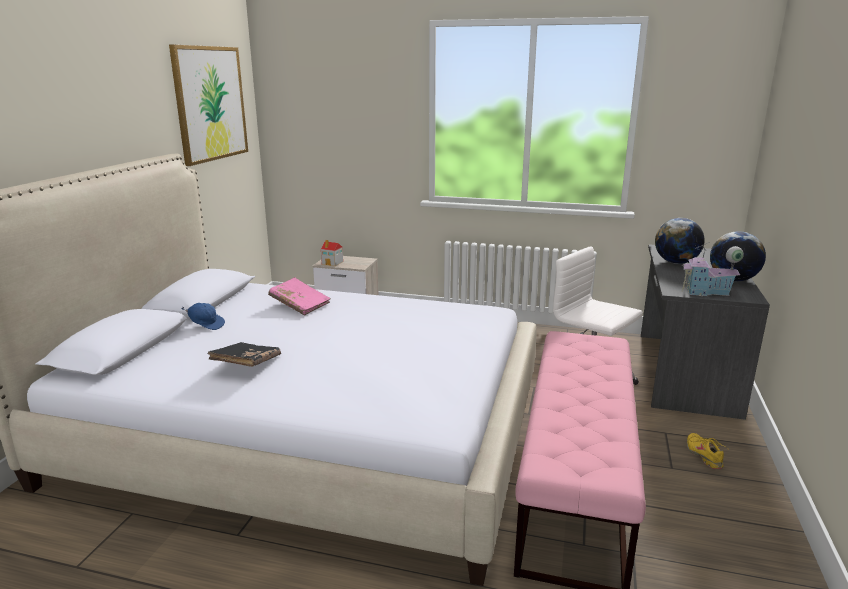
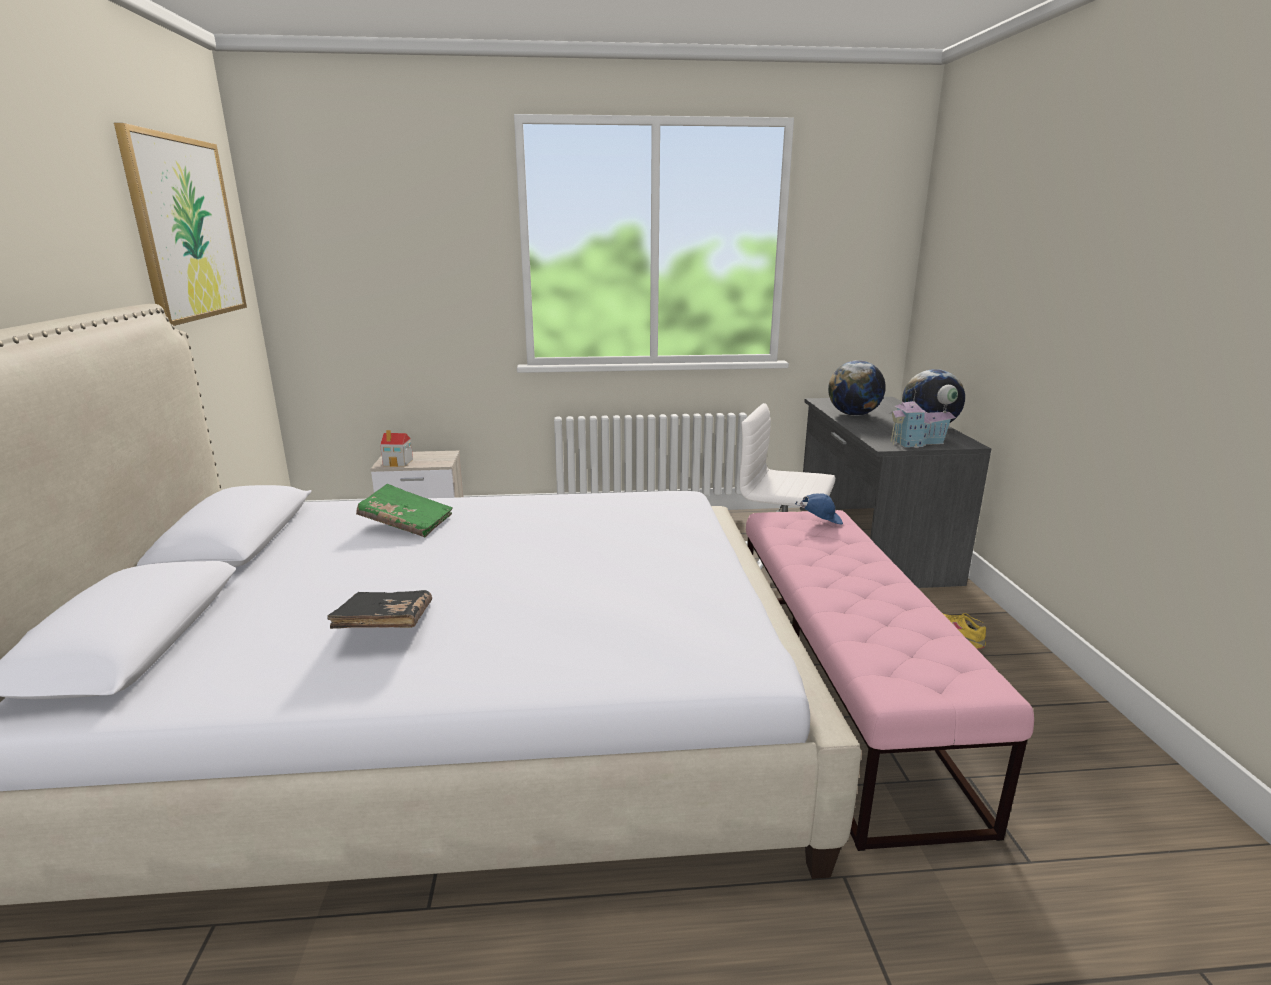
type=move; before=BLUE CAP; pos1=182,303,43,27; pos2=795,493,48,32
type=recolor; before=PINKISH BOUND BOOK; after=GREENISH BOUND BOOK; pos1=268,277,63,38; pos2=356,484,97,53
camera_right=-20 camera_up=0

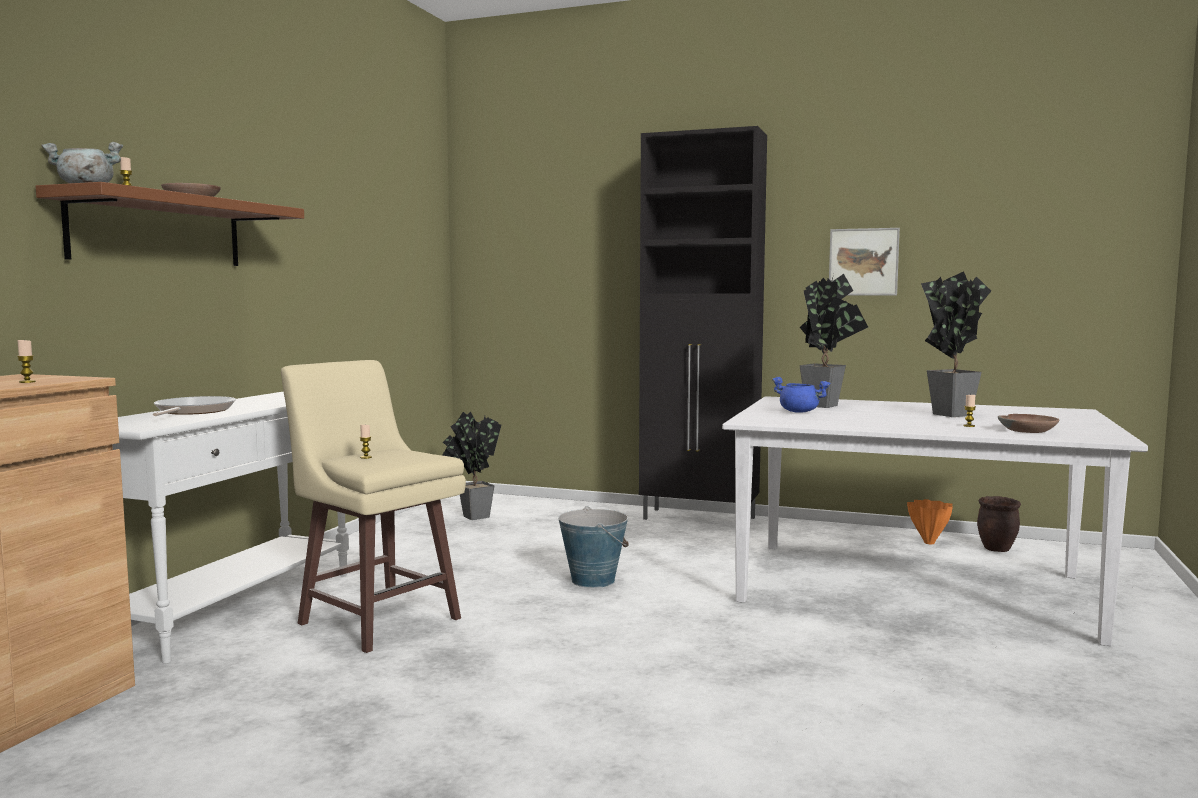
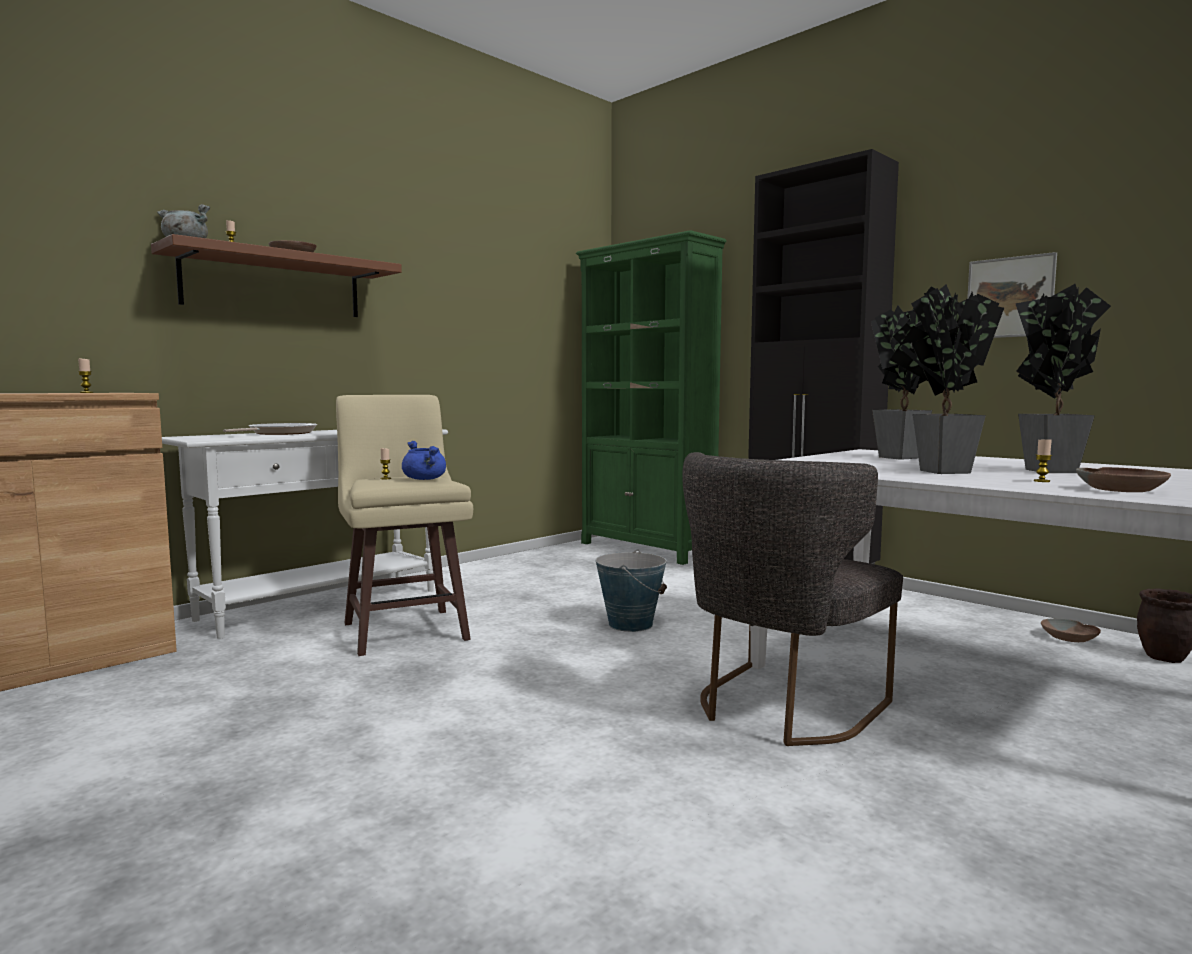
type=move; before=HOUSEPLANT; pos1=443,411,58,109; pos2=890,284,114,190
type=move; before=BLUE COOKING POT; pos1=772,377,58,36; pos2=402,441,44,39
type=replace; before=ORANGEY FLOWER VASE; after=BROWN DEEP DISH; pos1=907,499,46,45; pos2=1041,618,60,24
type=insert; after=GREENISH BOOKSHELF; pos2=576,230,150,335
type=insert; after=GRAY CHAIR; pos2=682,452,221,294
camera_right=25 camera_up=0

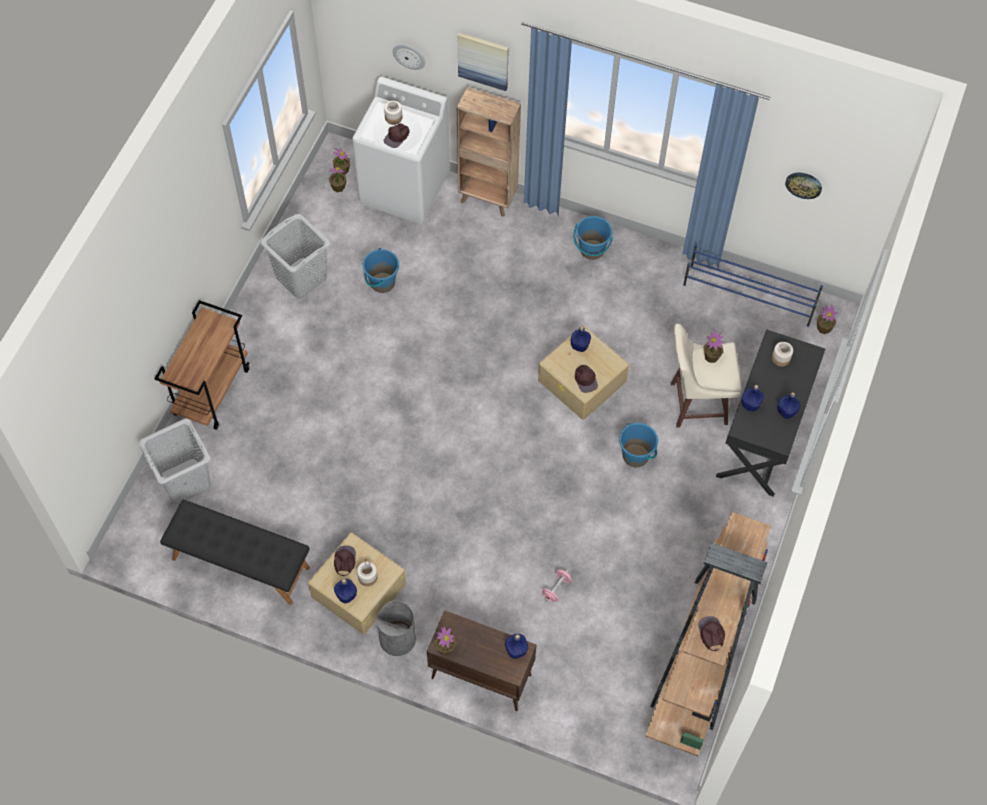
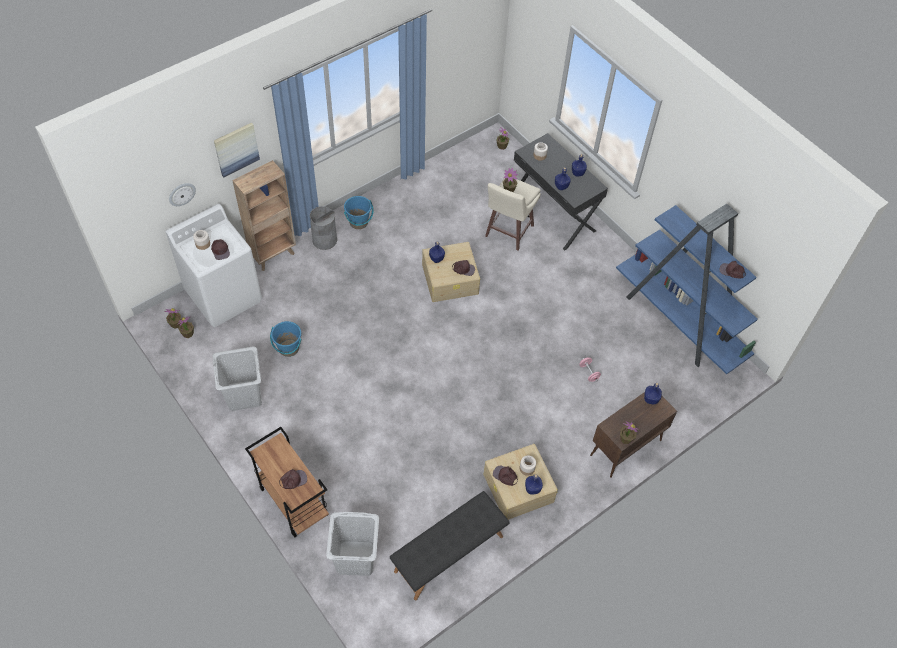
type=move; before=GRAY WASTE BIN; pos1=375,601,41,55; pos2=310,206,27,44
type=delete; before=BLUE WATER BUCKET; pos1=619,423,39,44
type=recolor; before=BROWN BOOKSHELF; after=BLUE BOOKSHELF; pos1=645,512,126,245; pos2=616,203,142,171
type=delete; before=BLUE SHOE STAND; pos1=683,244,140,83
type=delete; before=CLOCK ON THE WALL; pos1=785,173,37,26
type=insert; after=BROWN CAP; pos2=279,469,28,20
camera_right=-60 camera_up=-5

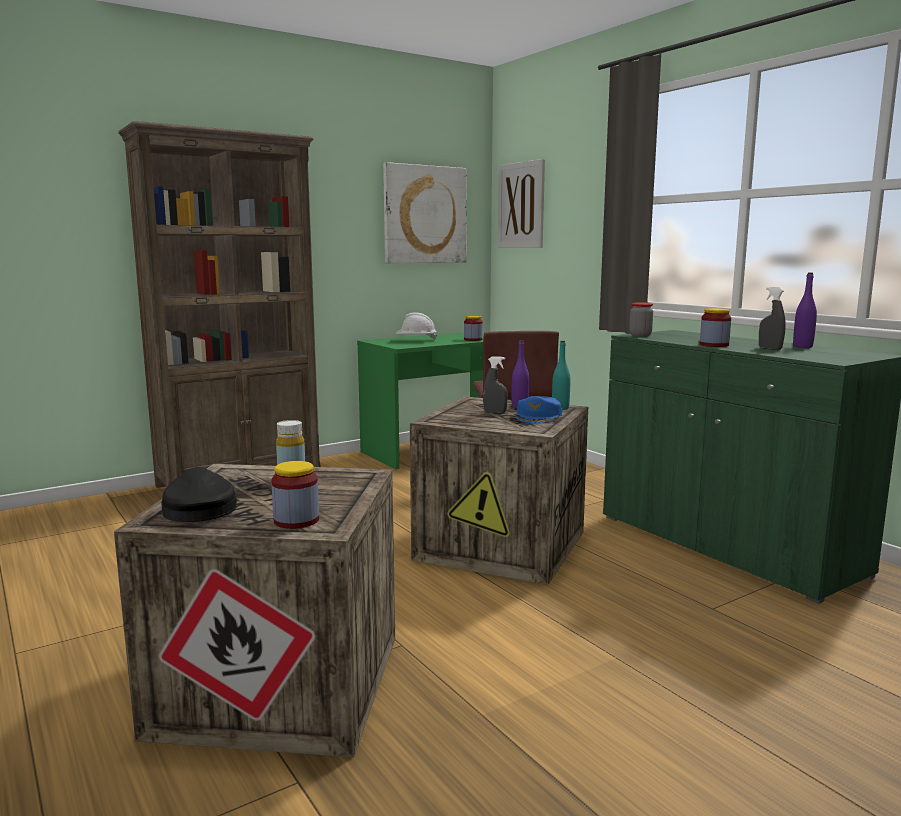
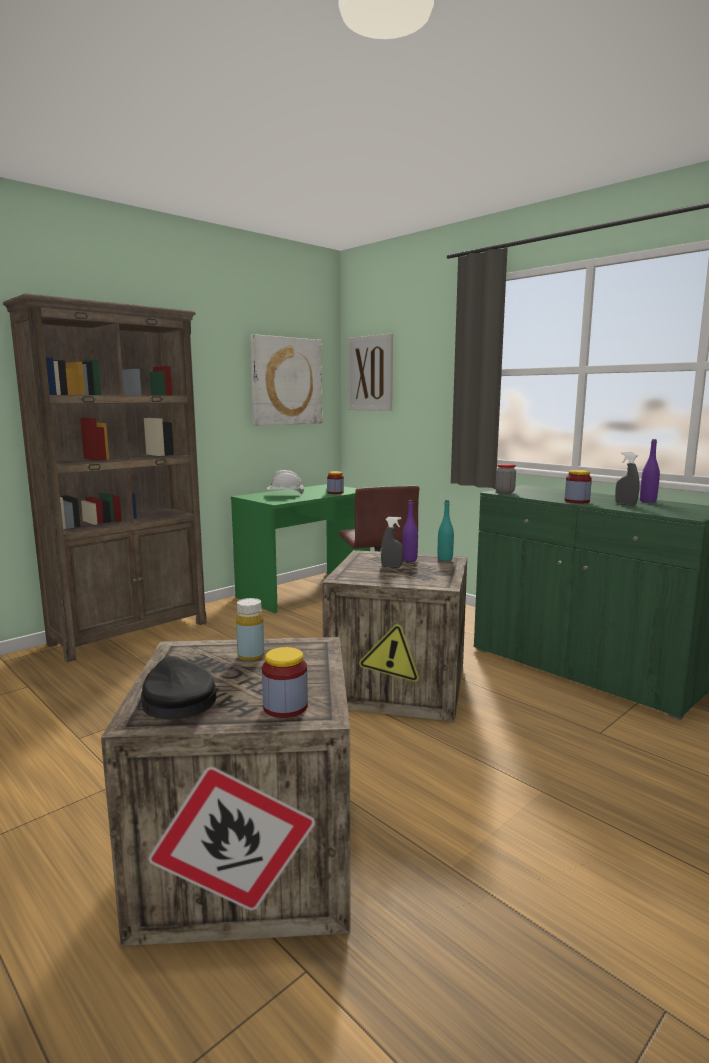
type=delete; before=BLUE CAP; pos1=516,396,46,28
camera_right=-10 camera_up=0

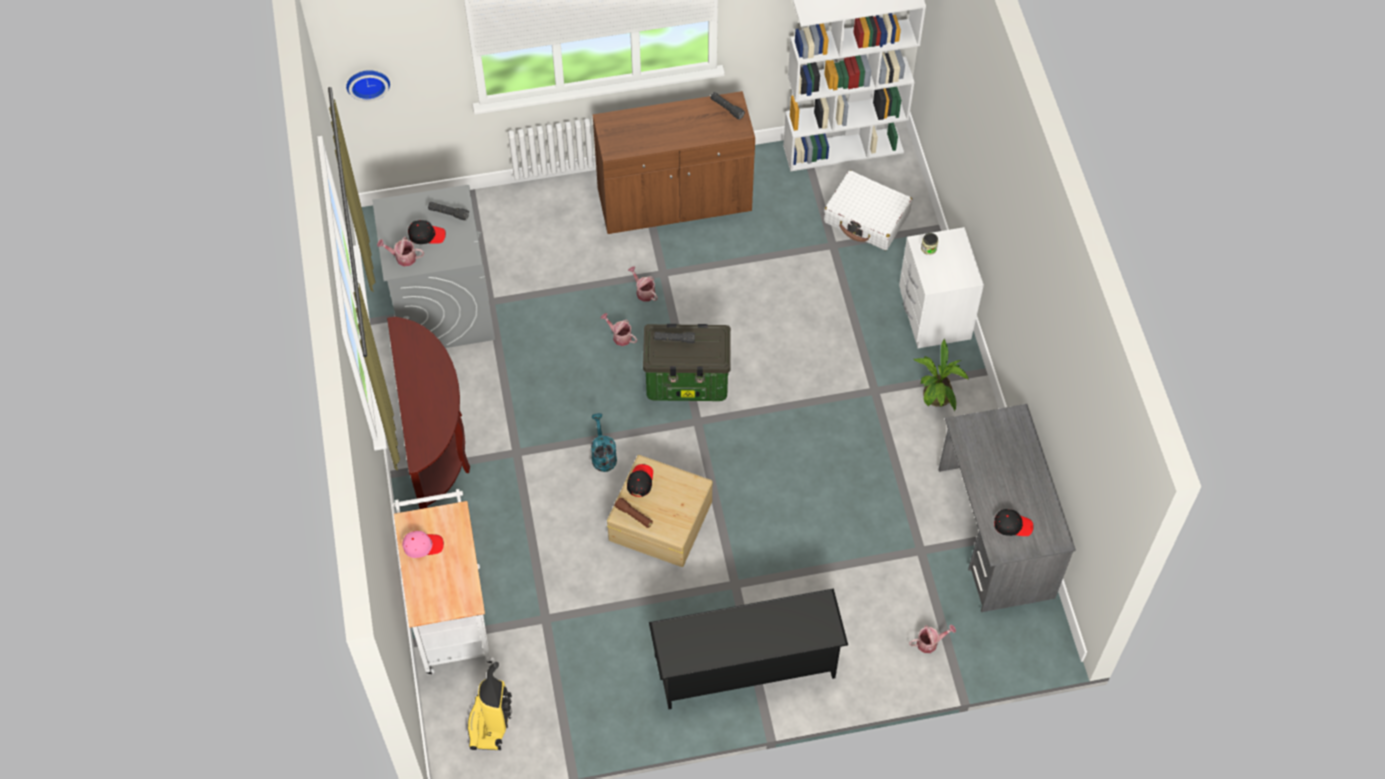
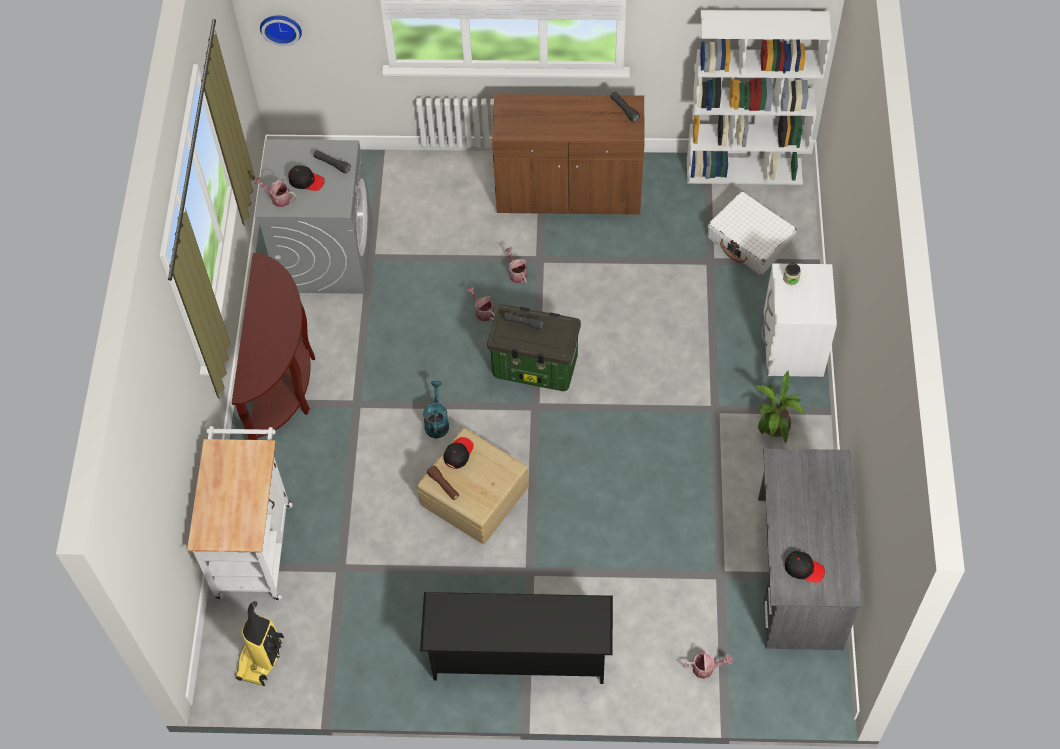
type=delete; before=PINKISH CAP; pos1=402,531,42,27
camera_right=15 camera_up=0

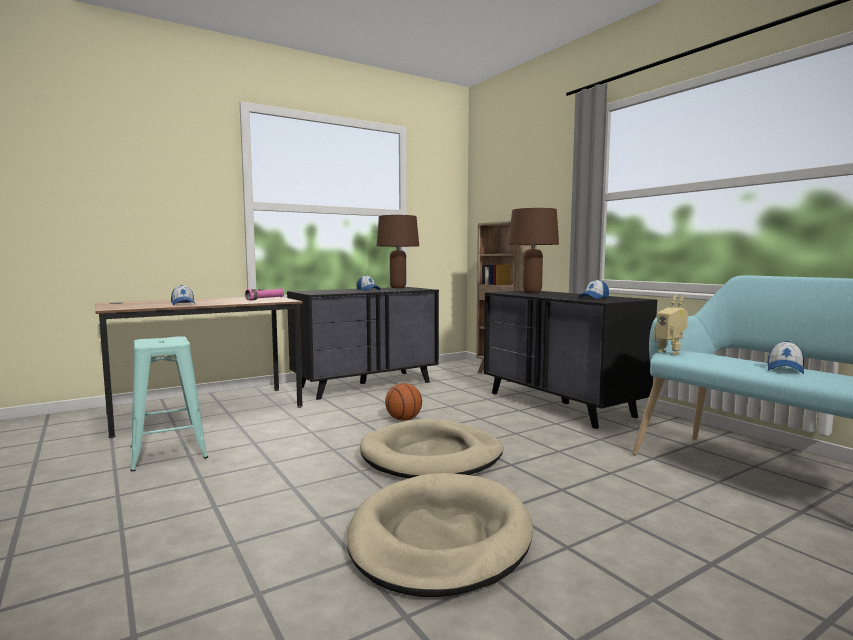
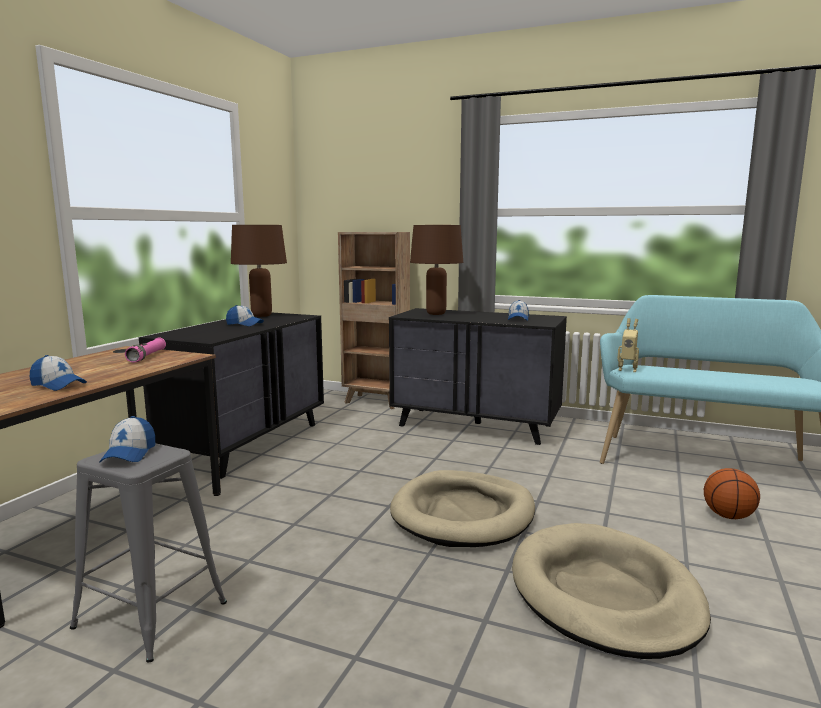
type=recolor; before=TURQUOISE STOOL SEAT; after=GRAY STOOL SEAT; pos1=130,336,78,135; pos2=70,443,157,219
type=move; before=BALL FOR BASKETBALL; pos1=385,383,37,38; pos2=704,468,56,51
type=move; before=CAP; pos1=767,341,37,33; pos2=99,416,56,46
camera_right=-35 camera_up=5

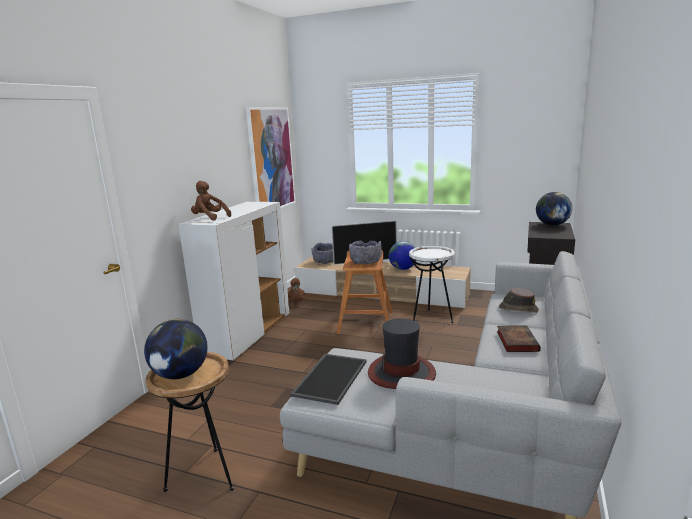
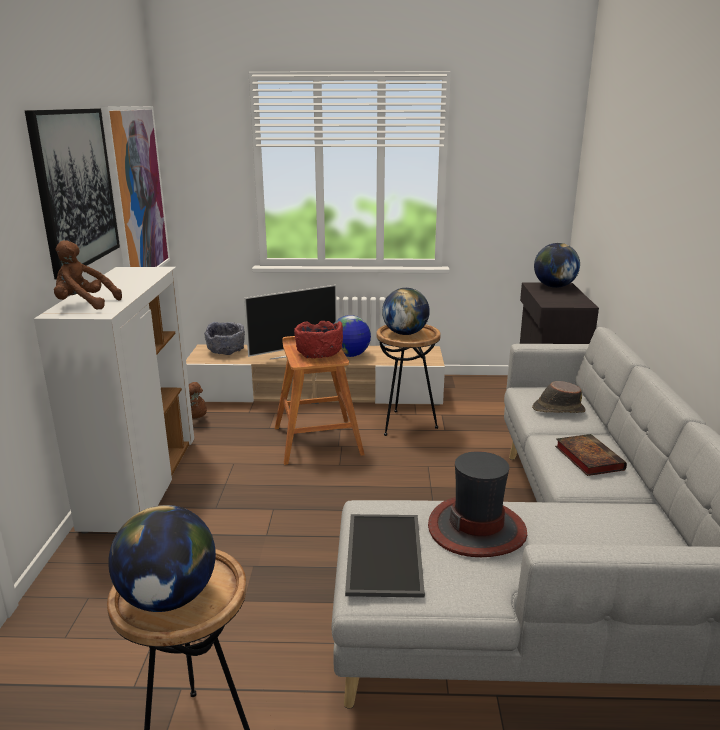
type=recolor; before=GRAY DEEP DISH; after=REDDISH DEEP DISH; pos1=349,241,33,23; pos2=294,321,49,37
type=recolor; before=WHITE-COLOURED ACCENT TABLE; after=BROWN ACCENT TABLE; pos1=409,246,46,77; pos2=377,324,64,112
type=insert; after=PICTURE; pos2=25,109,95,171
type=insert; after=WORLD GLOBE; pos2=382,288,48,47
camera_right=-20 camera_up=5

